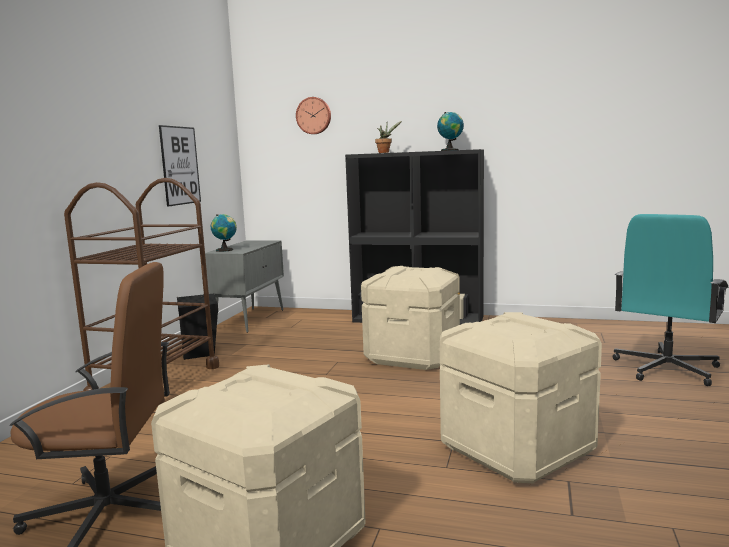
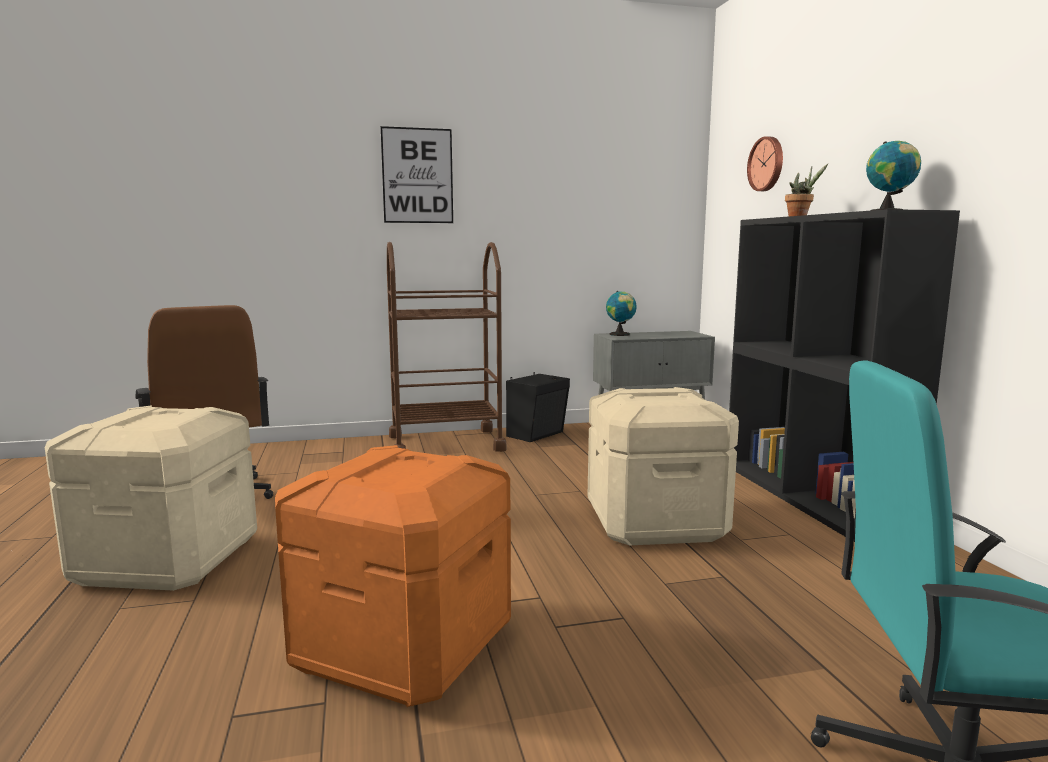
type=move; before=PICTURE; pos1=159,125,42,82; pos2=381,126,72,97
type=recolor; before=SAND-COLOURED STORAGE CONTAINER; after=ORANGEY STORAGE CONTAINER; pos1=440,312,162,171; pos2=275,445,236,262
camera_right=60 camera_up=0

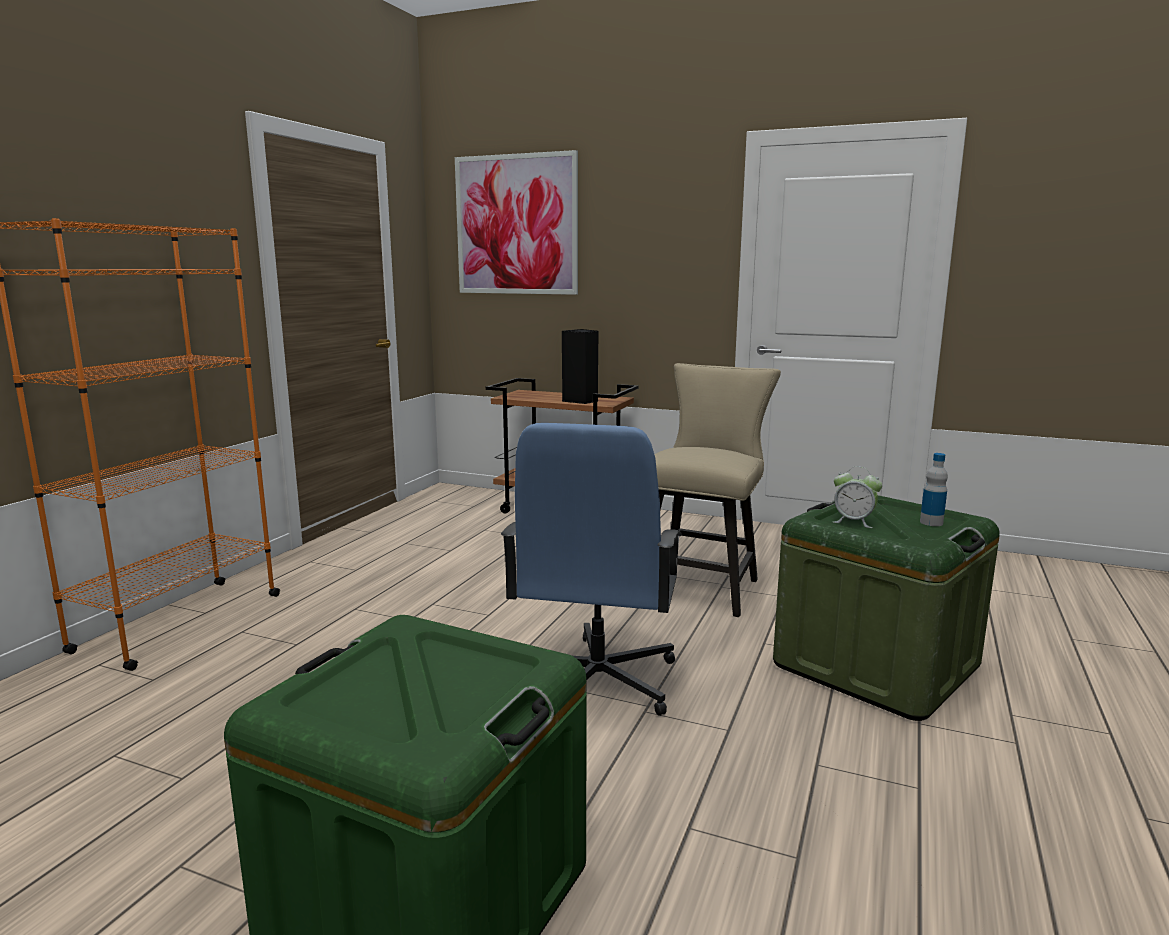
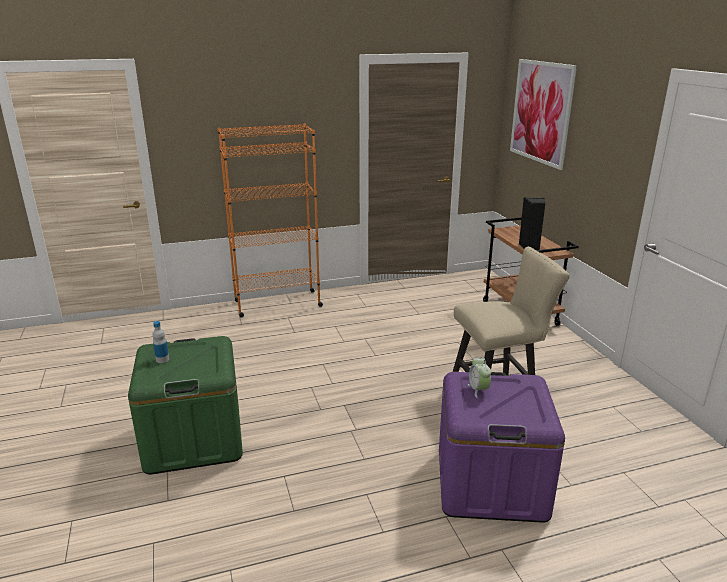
type=delete; before=BLUE DESK CHAIR; pos1=501,423,181,293
type=recolor; before=GREENISH STORAGE CONTAINER; after=PURPLISH STORAGE CONTAINER; pos1=773,495,227,226; pos2=439,372,126,151
type=move; before=BEVERAGE BOTTLE; pos1=920,453,28,73; pos2=152,321,17,42
camera_right=50 camera_up=10

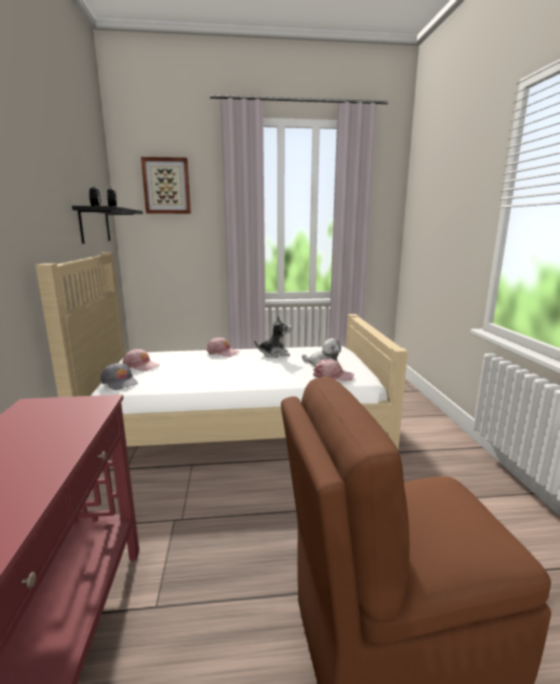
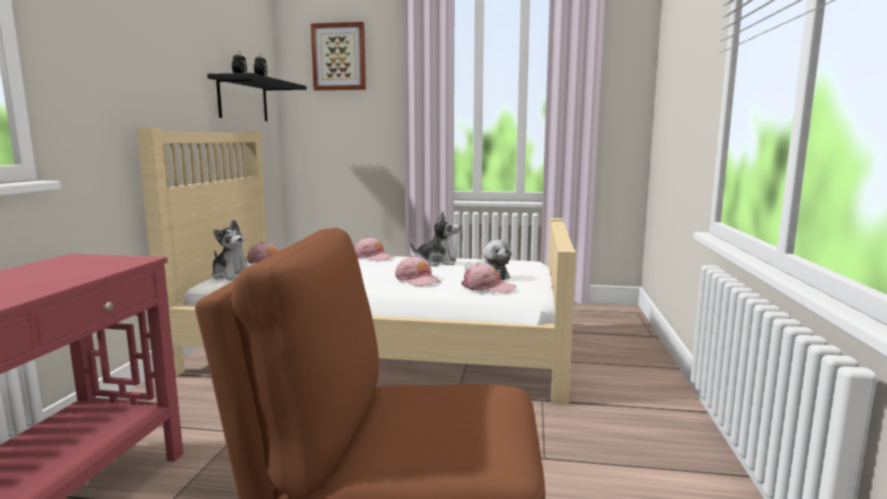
type=replace; before=GRAY CAP; after=SOFT TOY; pos1=100,363,38,27; pos2=212,220,37,61
type=insert; after=PINKISH CAP; pos2=395,256,46,31
camera_right=15 camera_up=-5

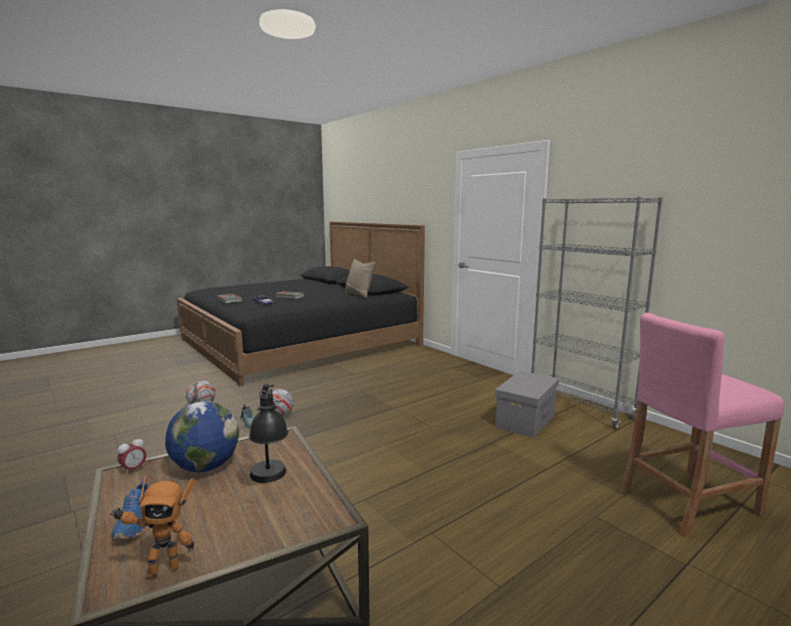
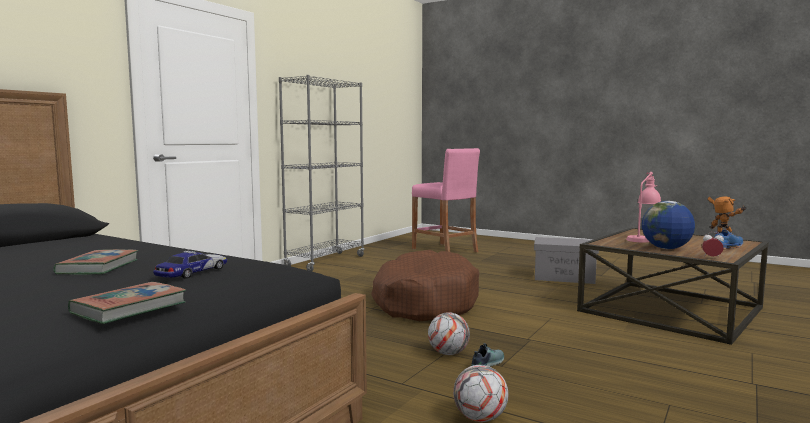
type=recolor; before=BLACK-COLOURED LAMP FOR A TABLE; after=PINKISH LAMP FOR A TABLE; pos1=249,384,39,99; pos2=626,172,35,71
type=delete; before=SAND-COLOURED PILLOW; pos1=345,259,31,39
type=move; before=GRAY STORAGE CONTAINER; pos1=495,371,64,67; pos2=534,237,65,47
type=insert; after=BROWN PET BED; pos2=371,250,108,71
camera_right=-110 camera_up=-5

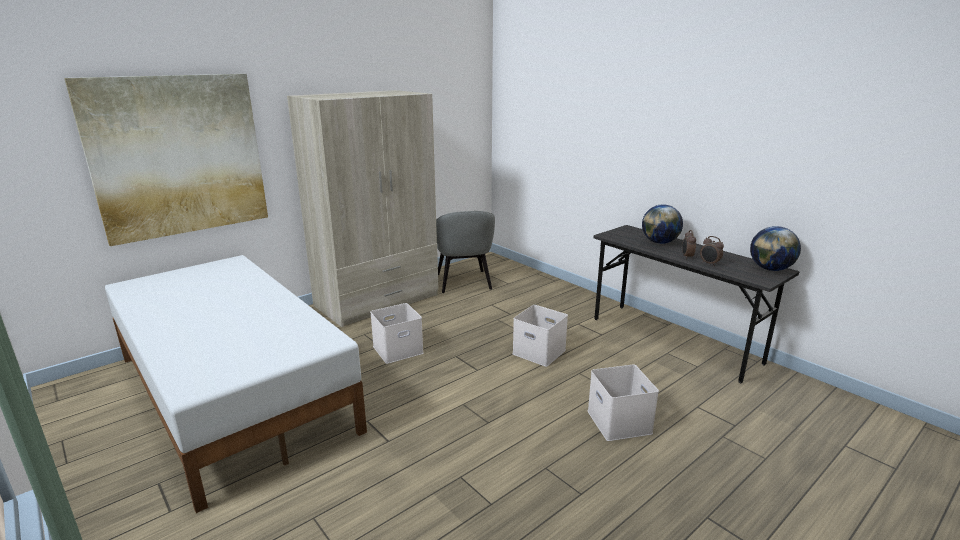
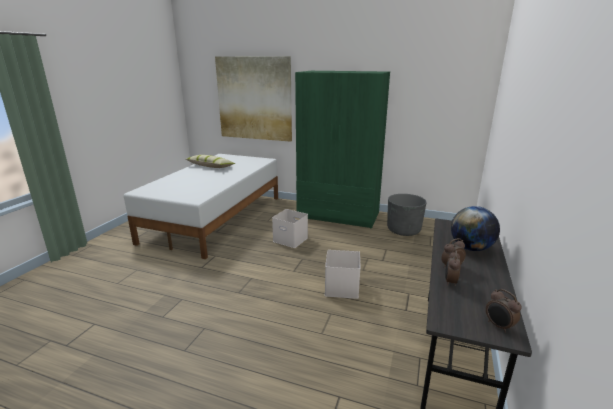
type=recolor; before=SAND-COLOURED ARMOIRE; after=GREENISH ARMOIRE; pos1=287,90,151,237; pos2=295,71,95,158
type=replace; before=GRAY ARMCHAIR; after=GRAY PLANTER; pos1=436,211,59,82; pos2=387,194,40,42
type=delete; before=WHITE-COLOURED STORAGE CONTAINER; pos1=588,364,71,77
type=replace; before=WORLD GLOBE; after=BEDSIDE CLOCK; pos1=750,226,51,45; pos2=486,289,36,44
type=insert; after=PILLOW; pos2=185,155,50,13
camera_right=60 camera_up=0

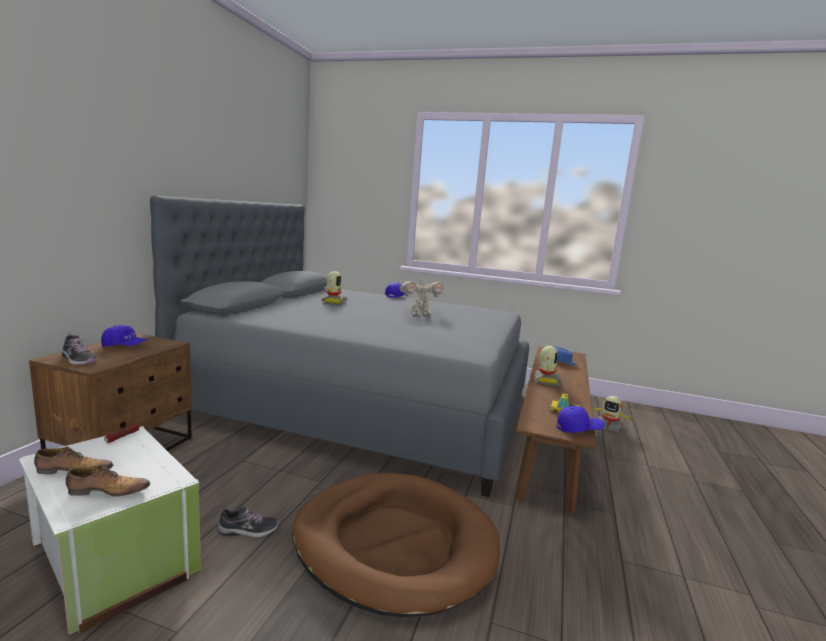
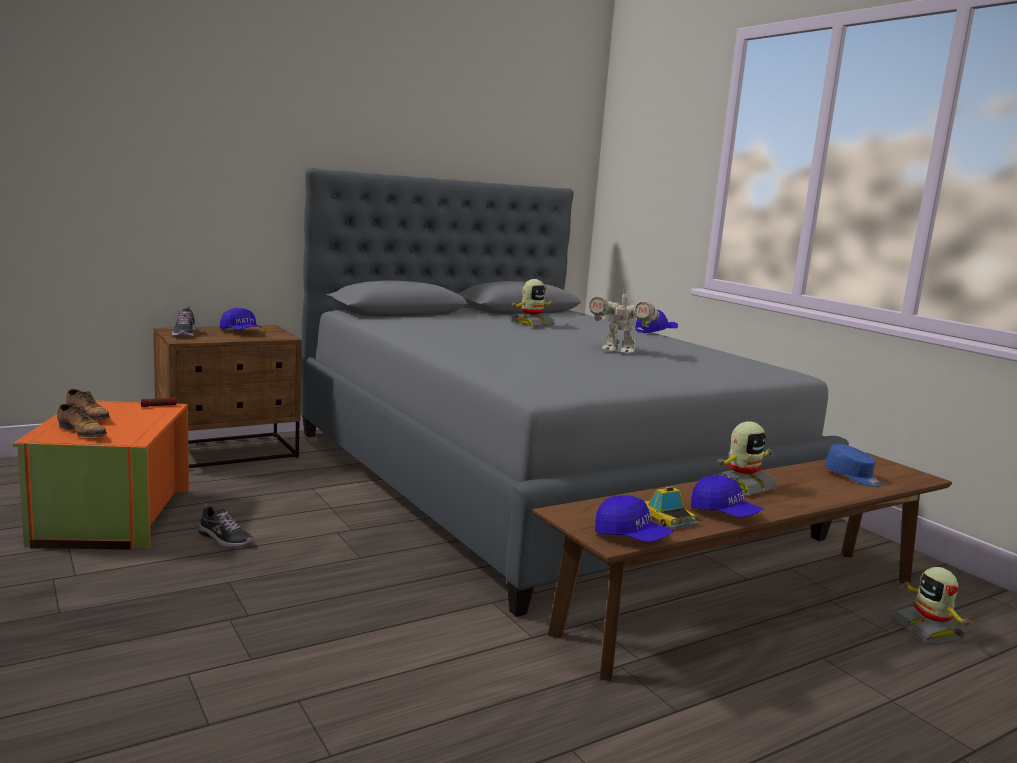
type=recolor; before=WHITE-COLOURED STORAGE CONTAINER; after=ORANGEY STORAGE CONTAINER; pos1=19,426,182,209; pos2=13,401,176,149
type=delete; before=BROWN PET BED; pos1=292,473,208,144
type=insert; after=BLUE CAP; pos2=691,476,72,42
camera_right=40 camera_up=0

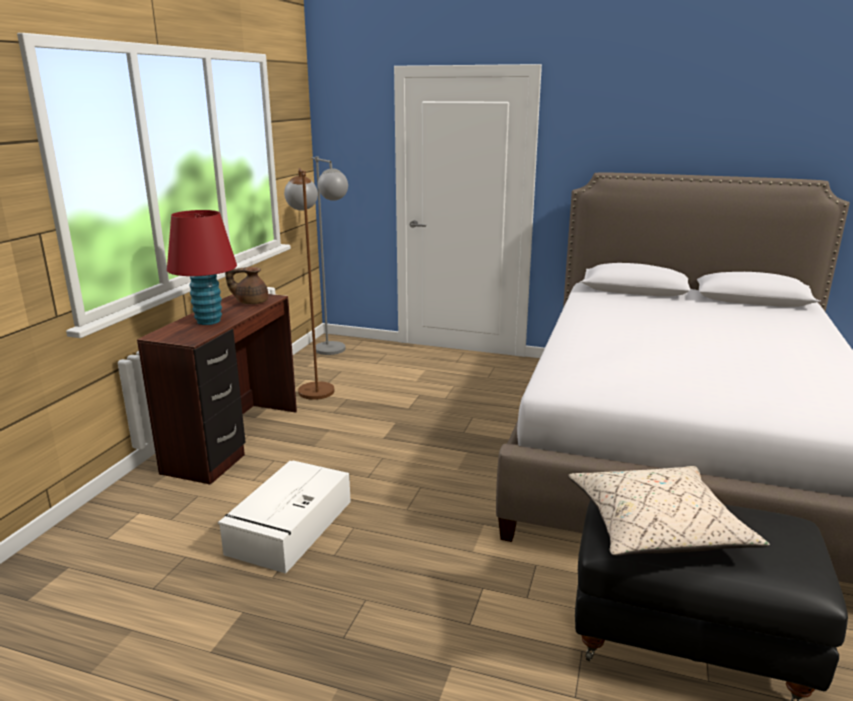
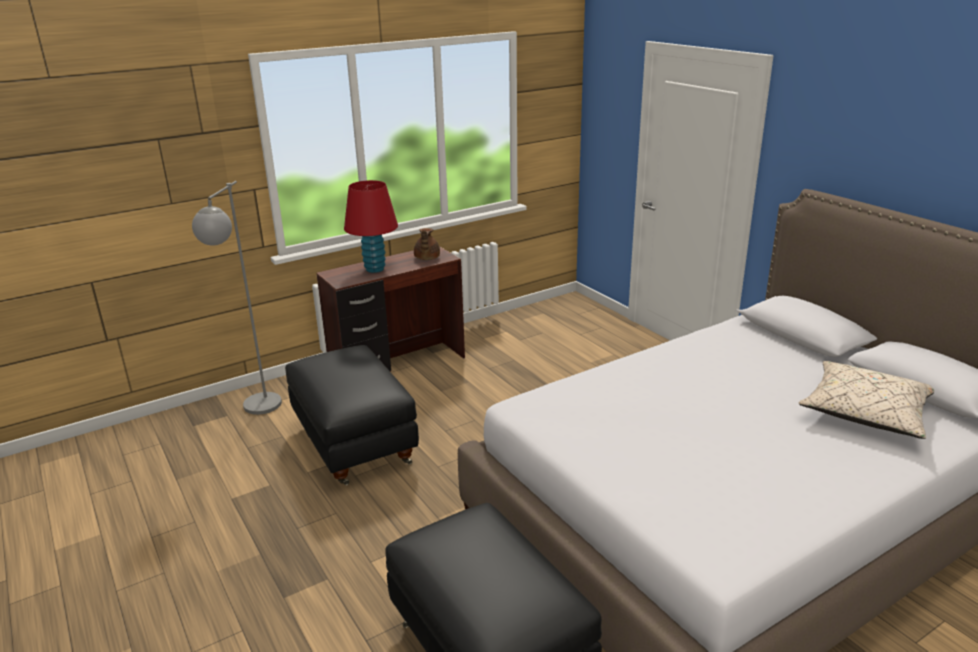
type=replace; before=WHITE-COLOURED STORAGE CONTAINER; after=BLACK-COLOURED POUFFE; pos1=218,461,133,113; pos2=285,345,134,140
type=rotate; before=BROWN POT FOR TEA; pos1=225,267,43,37; pos2=414,228,26,32; turn=-120
type=delete; before=BROWN STANDARD LAMP; pos1=284,168,50,232
type=move; before=GRAY STANDARD LAMP; pos1=312,157,36,198; pos2=192,181,90,234
type=move; before=SAND-COLOURED PILLOW; pos1=568,466,202,90; pos2=798,361,136,78
camera_right=40 camera_up=5

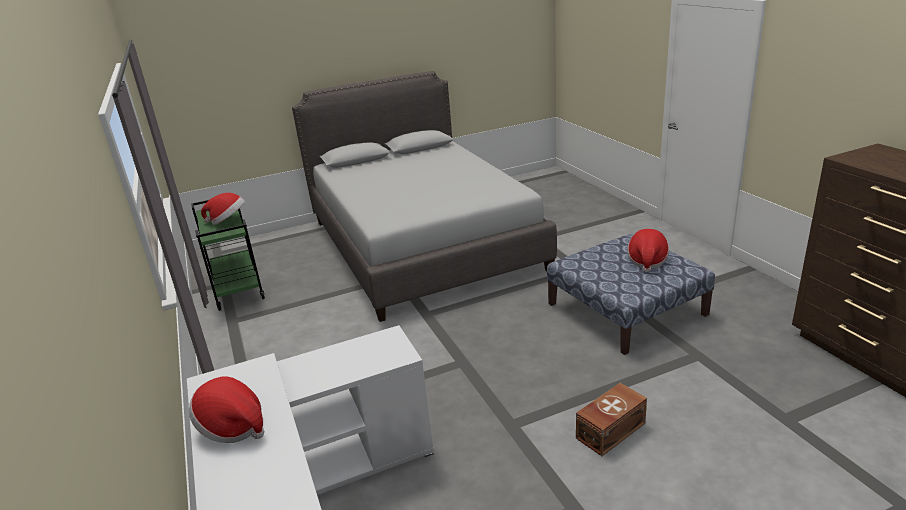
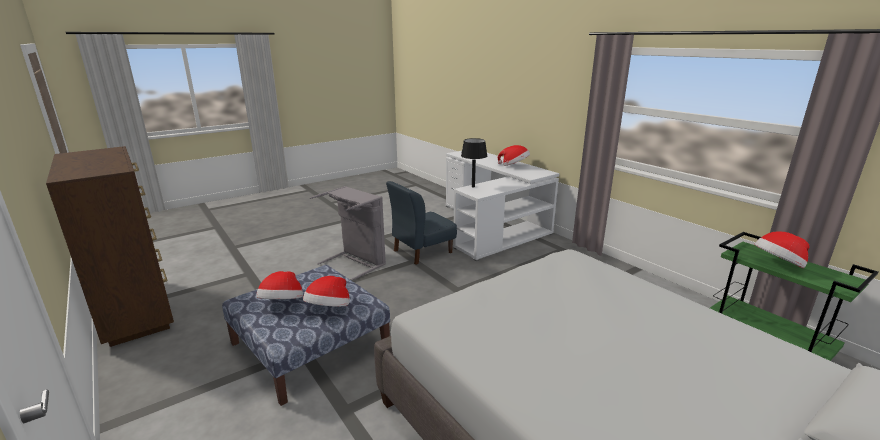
type=replace; before=BROWN STORAGE CONTAINER; after=GRAY HAMPER; pos1=576,383,71,73; pos2=310,186,76,95
type=insert; after=CLOTHING HAT; pos2=303,276,47,30
type=insert; after=BLUE CHAIR; pos2=386,181,71,84
type=insert; after=BLACK-COLOURED LAMP FOR A TABLE; pos2=461,138,26,50
camera_right=165 camera_up=-5

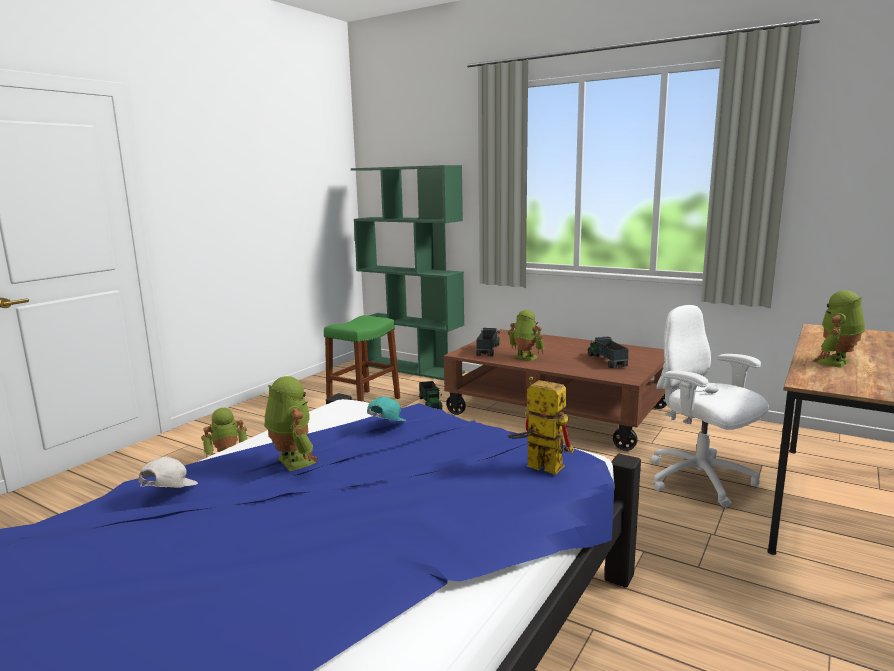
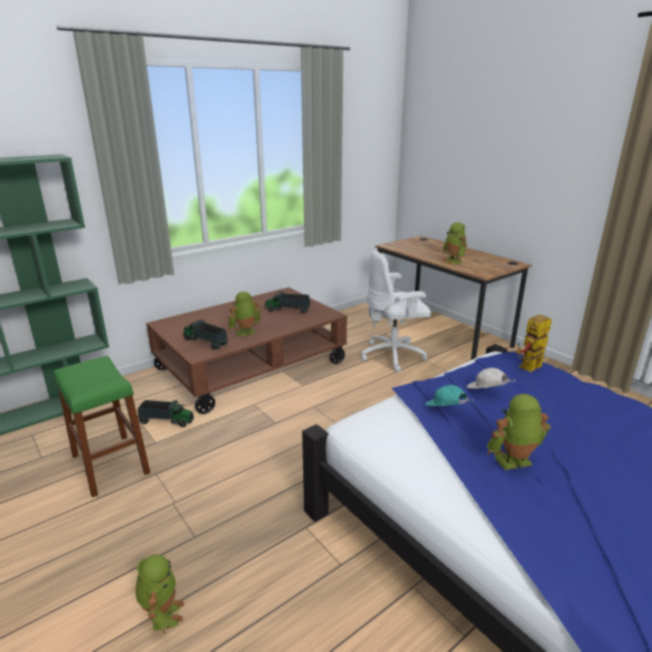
type=move; before=WHITE-COLOURED CAP; pos1=139,457,59,30; pos2=467,368,49,21
camera_right=-70 camera_up=10

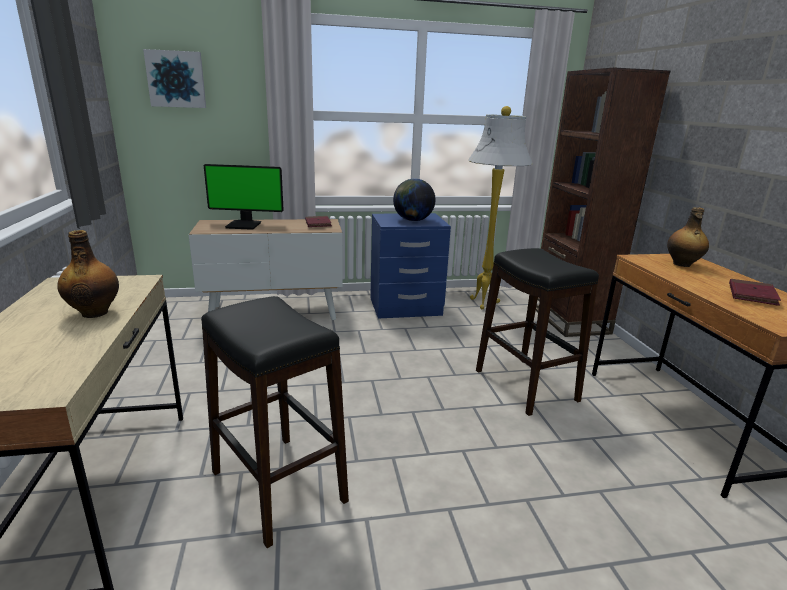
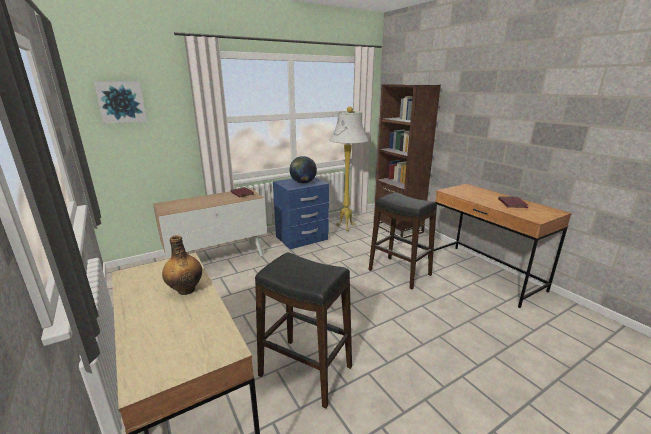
type=delete; before=COMPUTER DISPLAY; pos1=204,164,79,66
type=delete; before=BEVERAGE BOTTLE; pos1=667,207,42,60
camera_right=-20 camera_up=0

